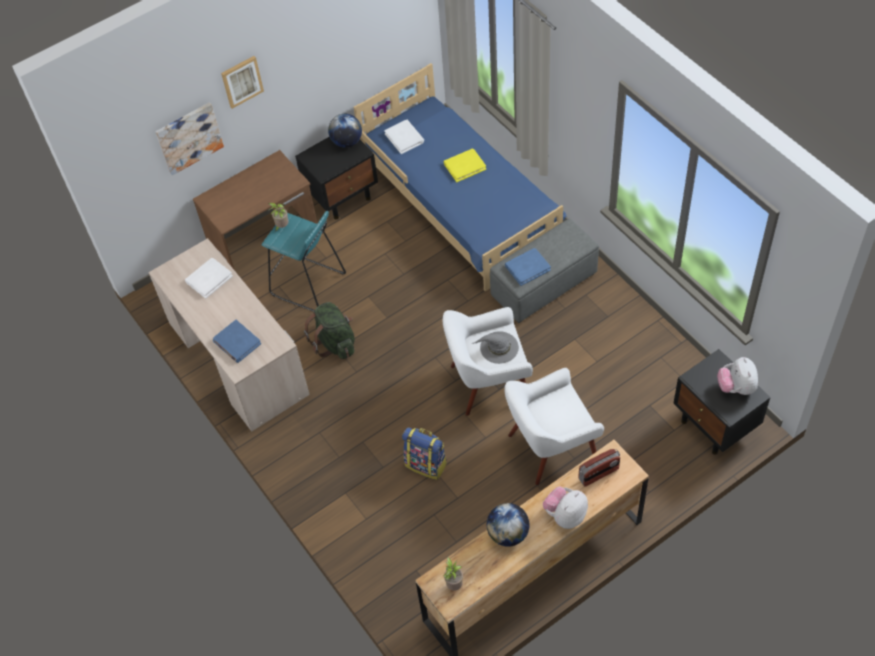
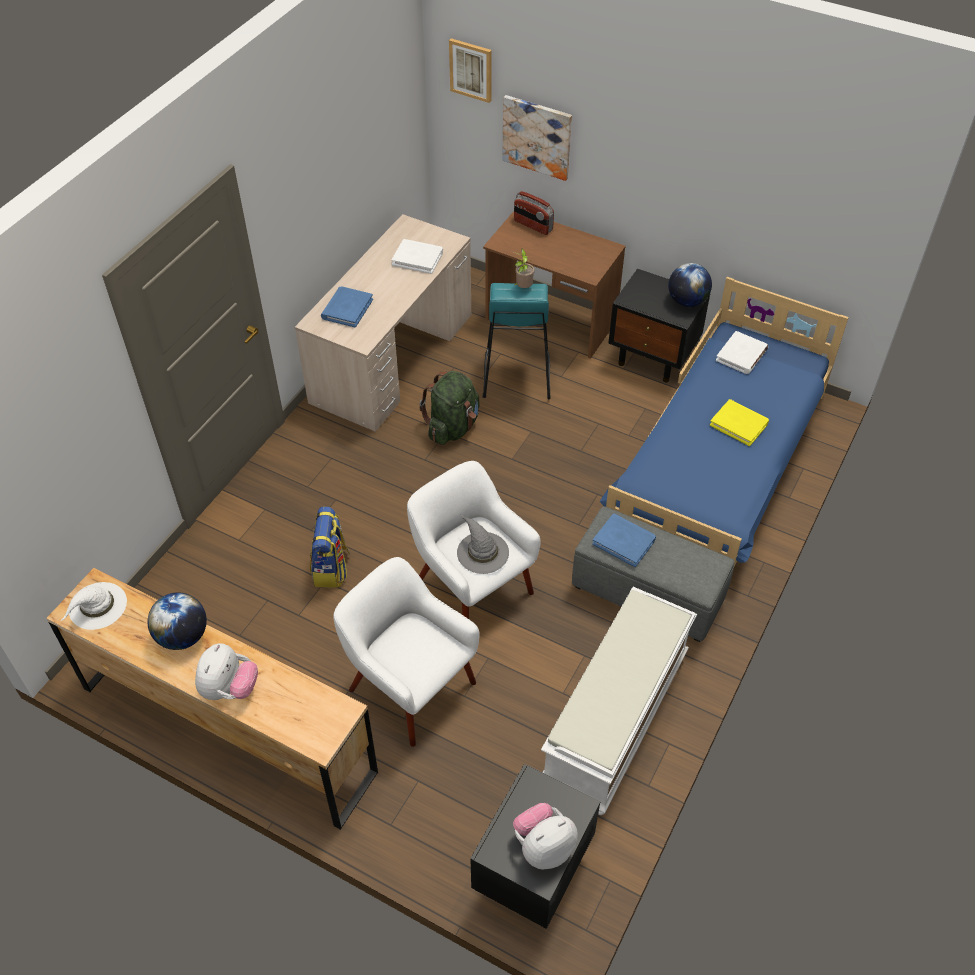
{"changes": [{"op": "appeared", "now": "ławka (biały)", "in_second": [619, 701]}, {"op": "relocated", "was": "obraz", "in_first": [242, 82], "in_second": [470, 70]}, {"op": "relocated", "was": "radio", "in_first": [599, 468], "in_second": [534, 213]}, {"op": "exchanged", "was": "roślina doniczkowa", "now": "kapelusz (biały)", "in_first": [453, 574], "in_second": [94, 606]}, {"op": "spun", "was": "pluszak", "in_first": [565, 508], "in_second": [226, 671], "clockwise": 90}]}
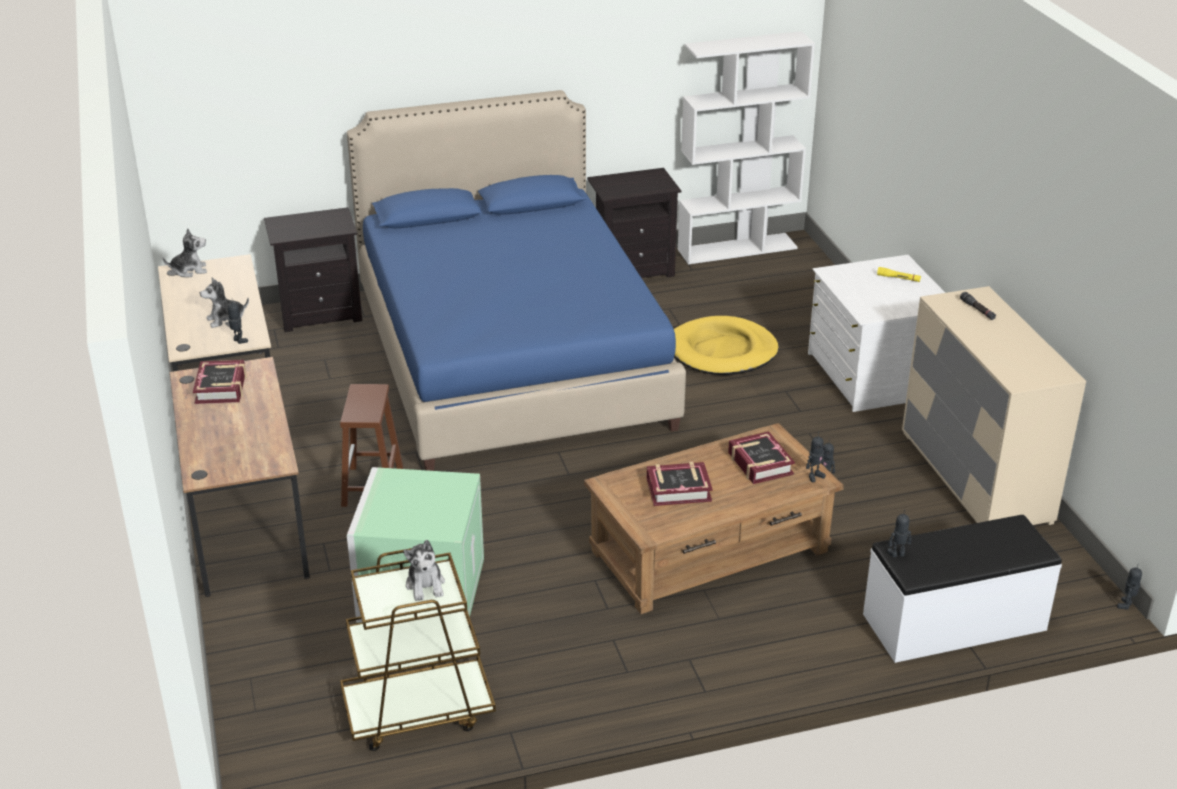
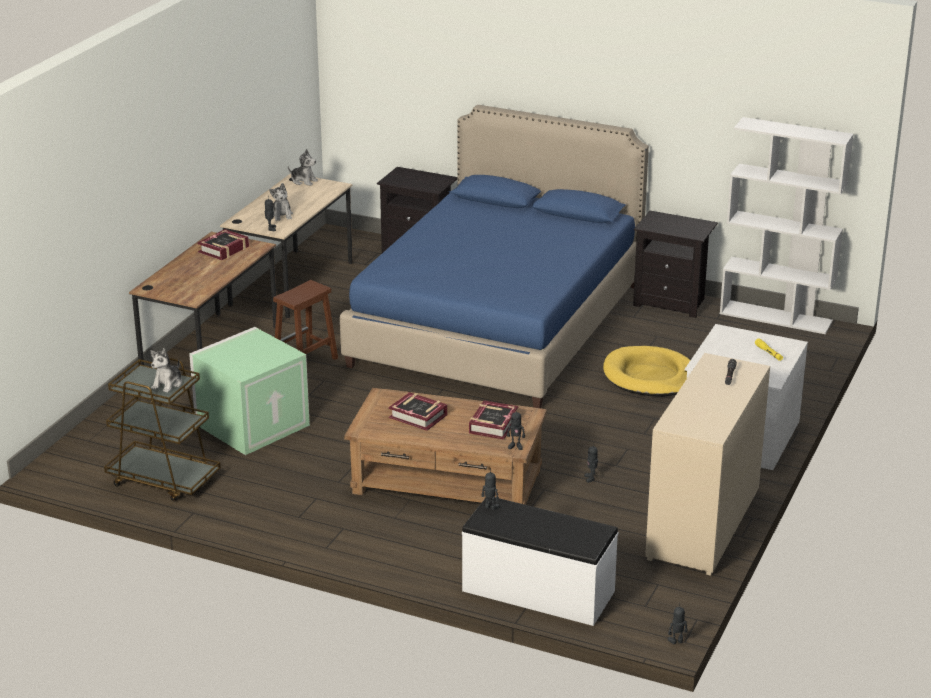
{"changes": [{"op": "spun", "was": "pluszak", "in_first": [224, 302], "in_second": [281, 202], "clockwise": -120}]}
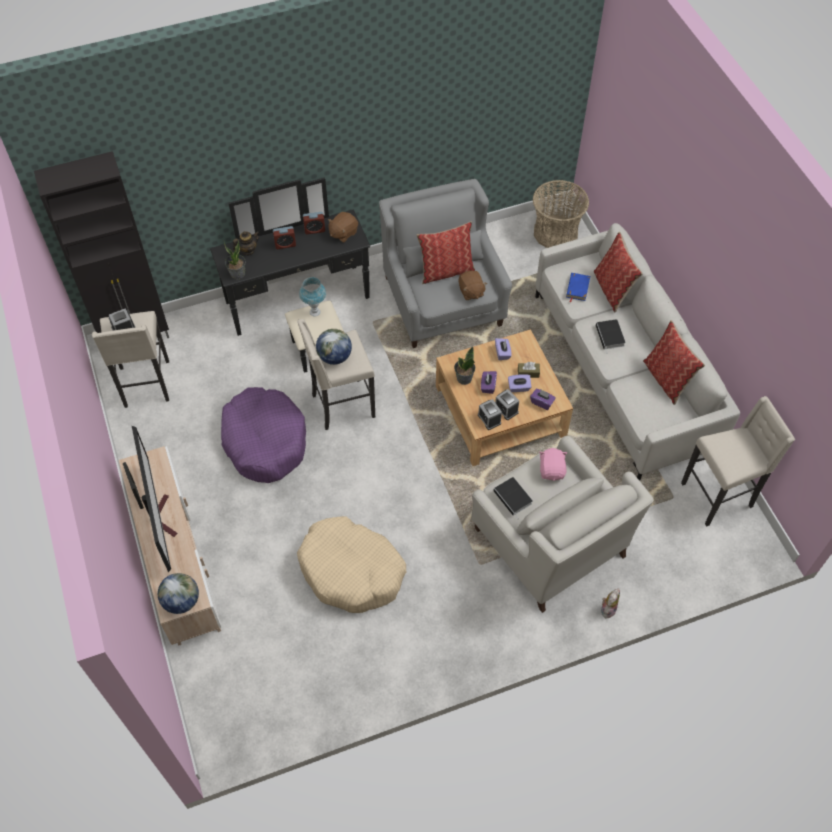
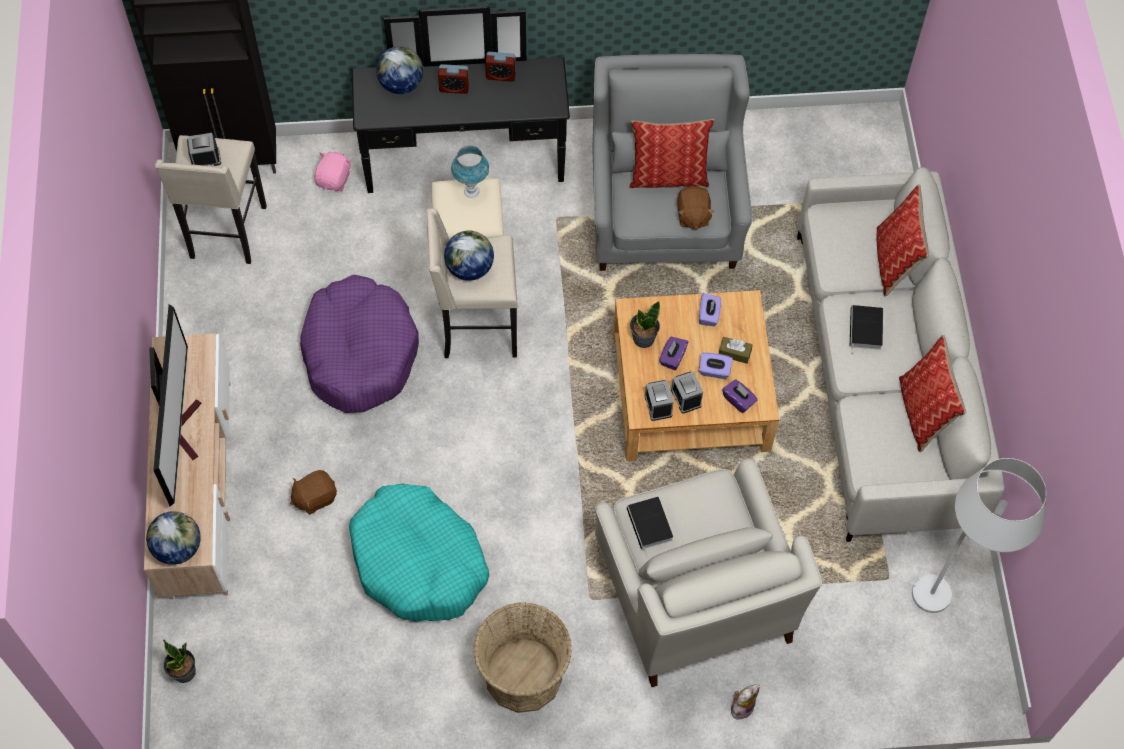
{"changes": [{"op": "missing", "was": "książka (niebieski)", "in_first": [578, 288]}, {"op": "relocated", "was": "roślina doniczkowa", "in_first": [235, 259], "in_second": [179, 661]}, {"op": "relocated", "was": "pluszak (brązowy)", "in_first": [343, 227], "in_second": [313, 492]}, {"op": "relocated", "was": "koszyk", "in_first": [561, 214], "in_second": [522, 657]}, {"op": "relocated", "was": "pluszak (różowy)", "in_first": [553, 464], "in_second": [333, 171]}, {"op": "exchanged", "was": "imbryk", "now": "globus", "in_first": [246, 243], "in_second": [399, 70]}, {"op": "exchanged", "was": "stołek (beżowy)", "now": "lampa stojąca (biały)", "in_first": [738, 461], "in_second": [979, 535]}, {"op": "colour", "was": "legowisko (beżowy)", "now": "legowisko (turkusowy)", "in_first": [351, 564], "in_second": [419, 553]}]}
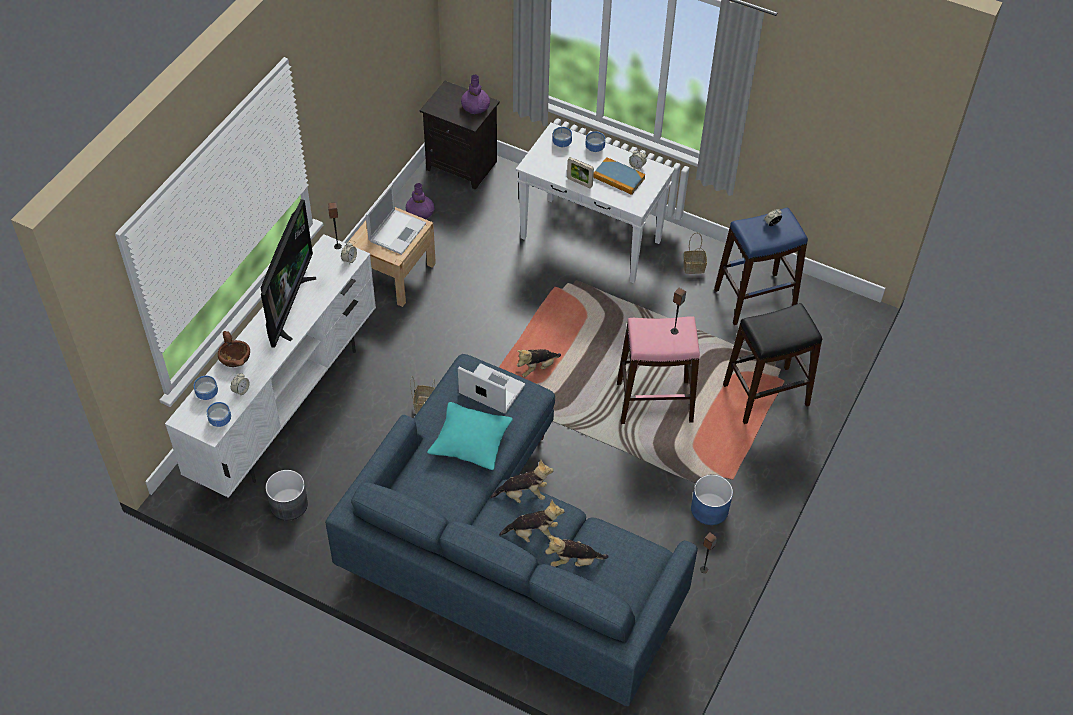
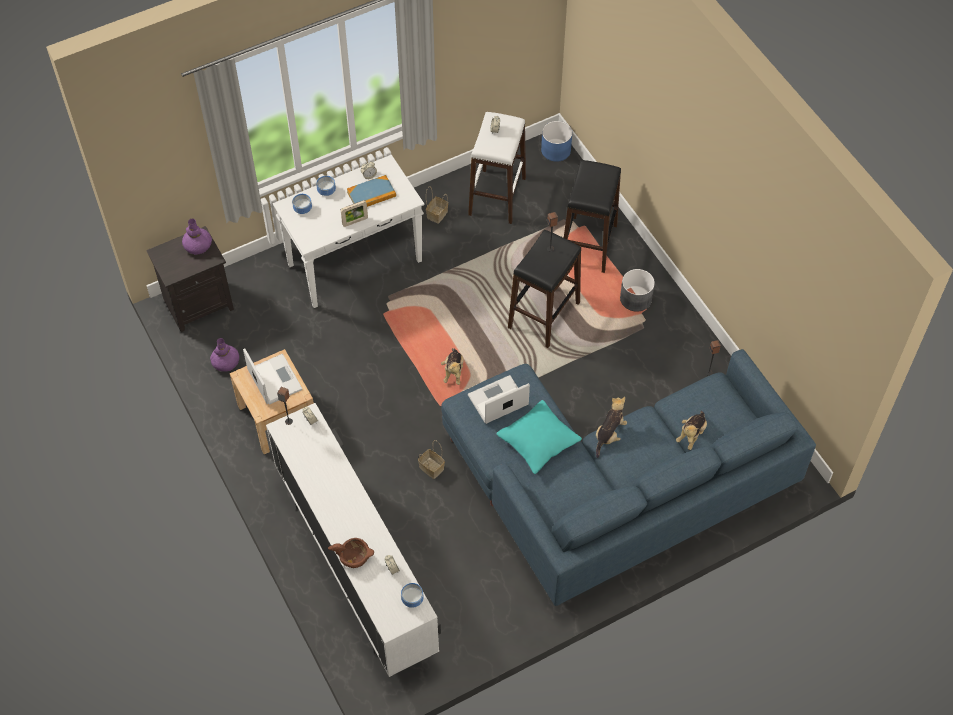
{"changes": [{"op": "missing", "was": "miska", "in_first": [206, 388]}, {"op": "missing", "was": "telewizor", "in_first": [288, 273]}, {"op": "missing", "was": "pluszak", "in_first": [531, 521]}, {"op": "relocated", "was": "donica (szary)", "in_first": [286, 495], "in_second": [637, 290]}, {"op": "relocated", "was": "donica (niebieski)", "in_first": [712, 500], "in_second": [556, 141]}, {"op": "colour", "was": "stołek (różowy)", "now": "stołek (czarny)", "in_first": [658, 370], "in_second": [544, 289]}, {"op": "colour", "was": "stołek (niebieski)", "now": "stołek (biały)", "in_first": [761, 266], "in_second": [497, 168]}]}
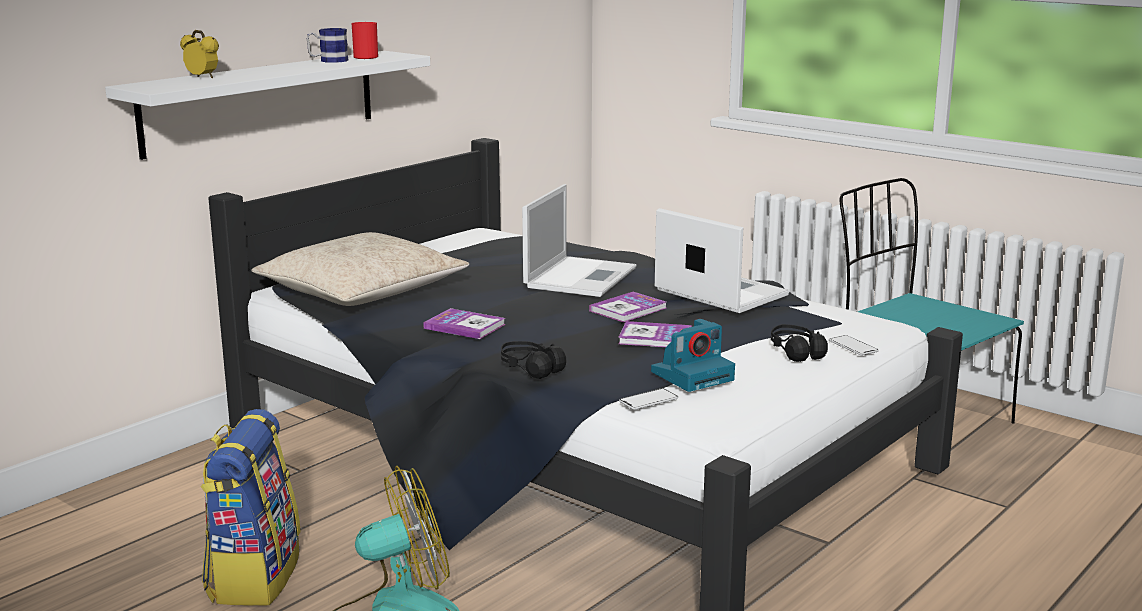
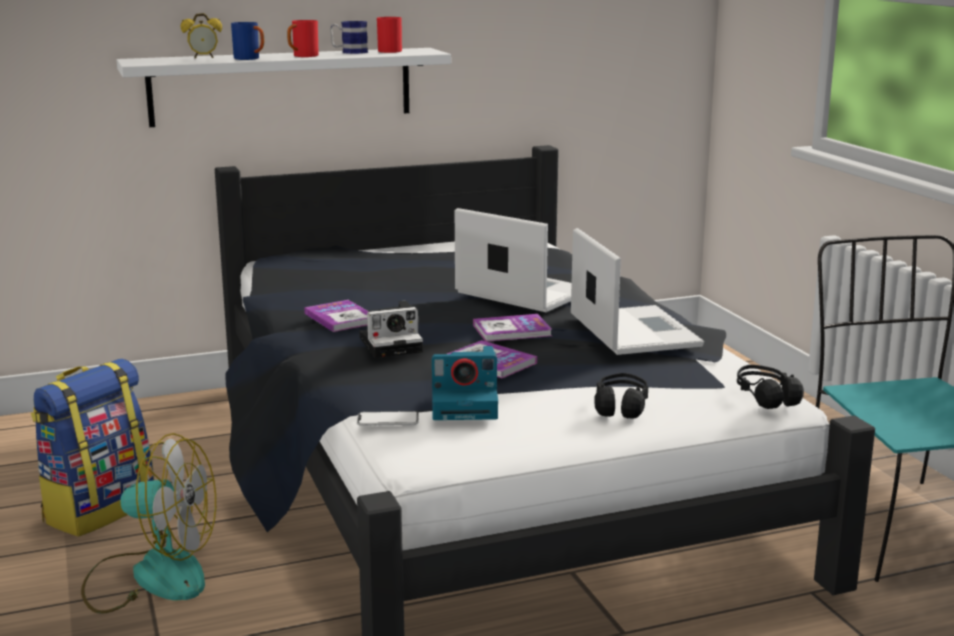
{"changes": [{"op": "missing", "was": "poduszka (beżowy)", "in_first": [361, 269]}, {"op": "missing", "was": "telefon", "in_first": [854, 345]}, {"op": "appeared", "now": "kubek (niebieski)", "in_second": [247, 41]}, {"op": "appeared", "now": "kubek (czerwony)", "in_second": [303, 38]}, {"op": "appeared", "now": "aparat fotograficzny", "in_second": [391, 329]}, {"op": "relocated", "was": "słuchawki (czarny)", "in_first": [533, 360], "in_second": [770, 387]}, {"op": "spun", "was": "budzik", "in_first": [199, 54], "in_second": [201, 35], "clockwise": 105}, {"op": "spun", "was": "laptop", "in_first": [579, 240], "in_second": [513, 260], "clockwise": -105}]}
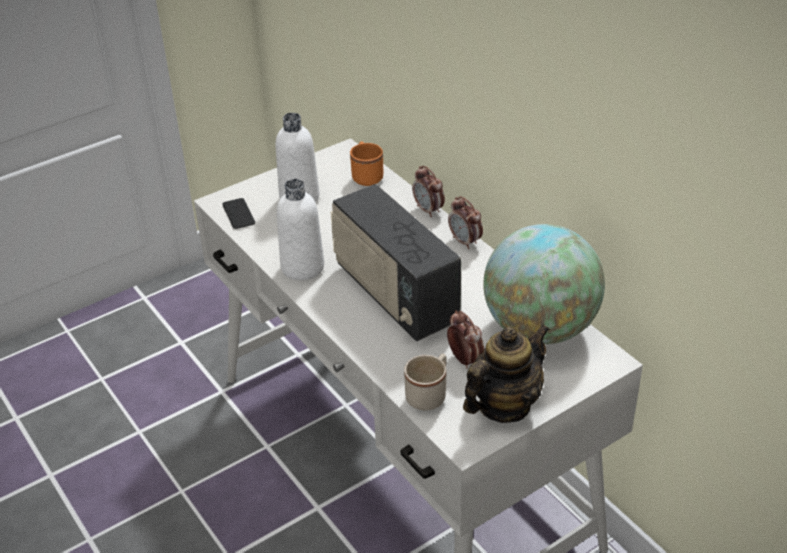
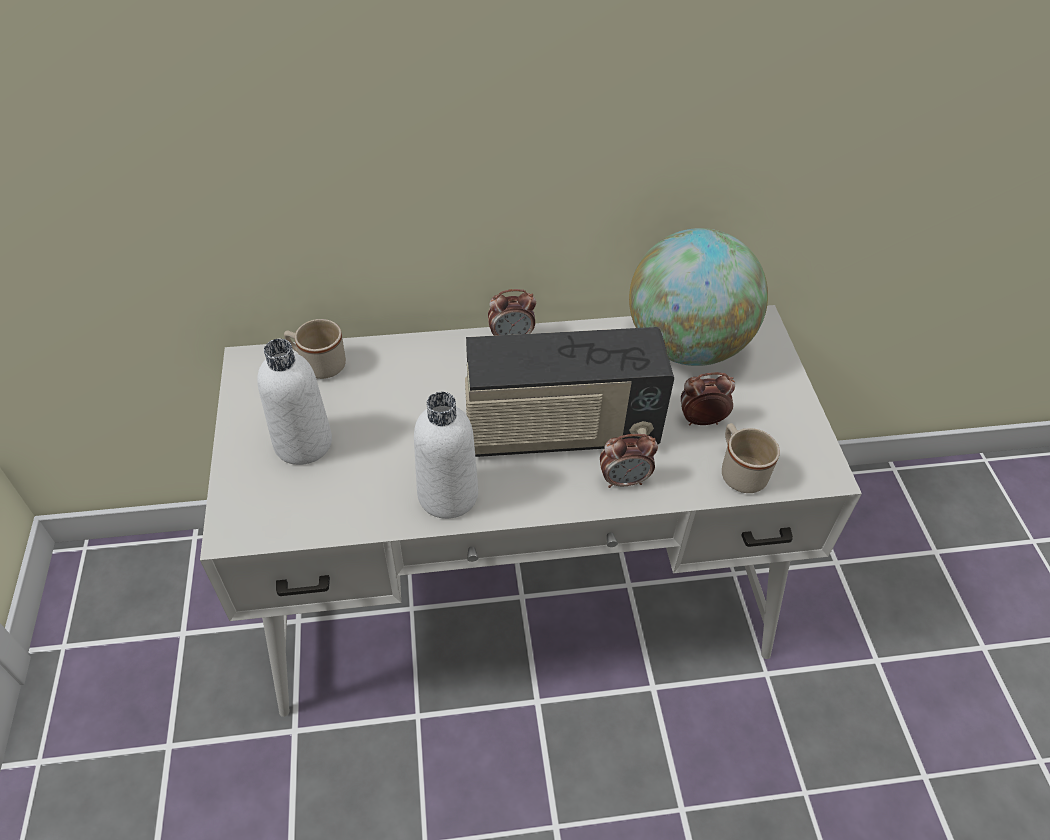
{"changes": [{"op": "missing", "was": "telefon", "in_first": [238, 213]}, {"op": "missing", "was": "imbryk", "in_first": [506, 373]}, {"op": "relocated", "was": "budzik", "in_first": [428, 191], "in_second": [629, 461]}, {"op": "colour", "was": "kubek (pomarańczowy)", "now": "kubek (beżowy)", "in_first": [366, 163], "in_second": [315, 349]}]}
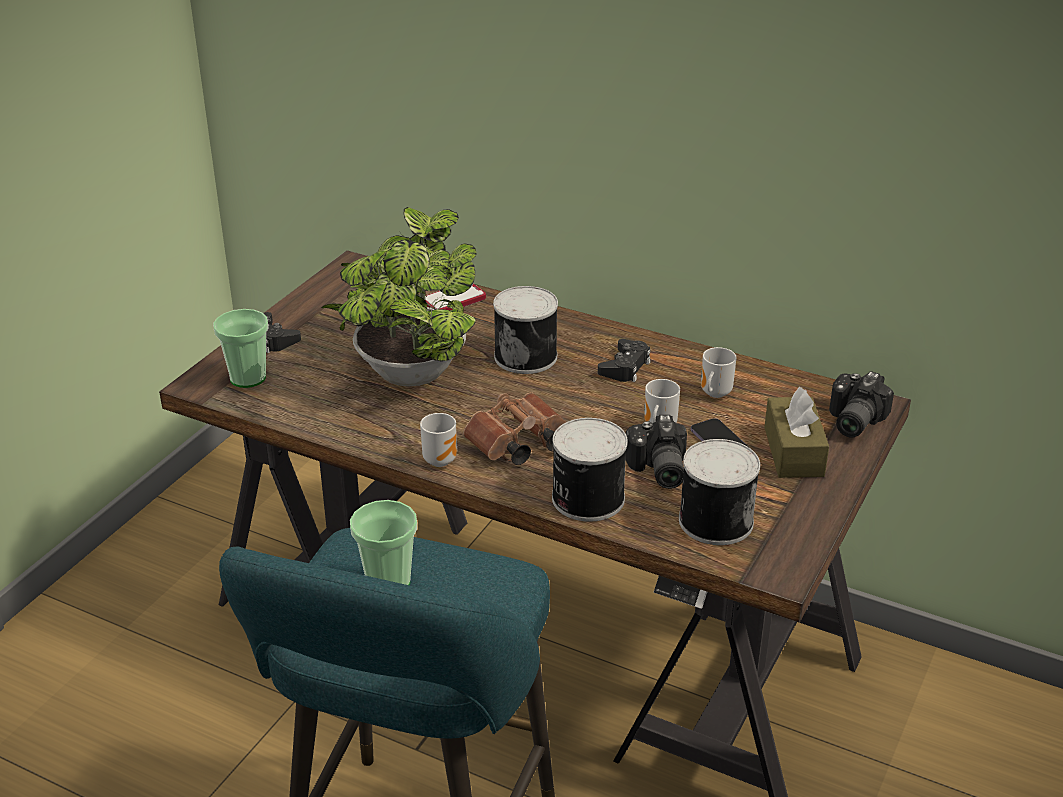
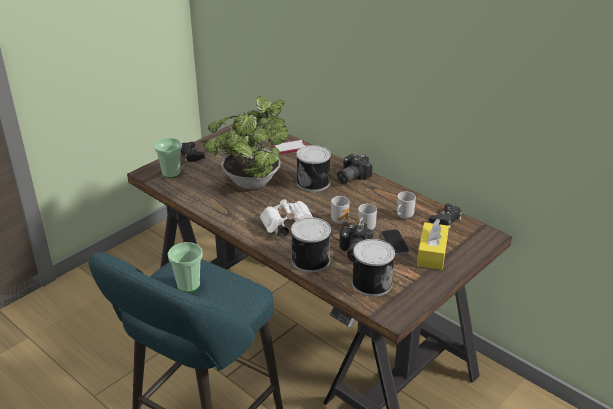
{"changes": [{"op": "relocated", "was": "kubek", "in_first": [438, 440], "in_second": [340, 210]}, {"op": "relocated", "was": "pad do gier (czarny)", "in_first": [624, 360], "in_second": [445, 216]}, {"op": "relocated", "was": "aparat fotograficzny", "in_first": [861, 404], "in_second": [354, 169]}, {"op": "colour", "was": "lornetka (brązowy)", "now": "lornetka (biały)", "in_first": [514, 428], "in_second": [286, 218]}, {"op": "colour", "was": "pudełko chusteczek (brązowy)", "now": "pudełko chusteczek (żółty)", "in_first": [797, 432], "in_second": [433, 244]}]}
